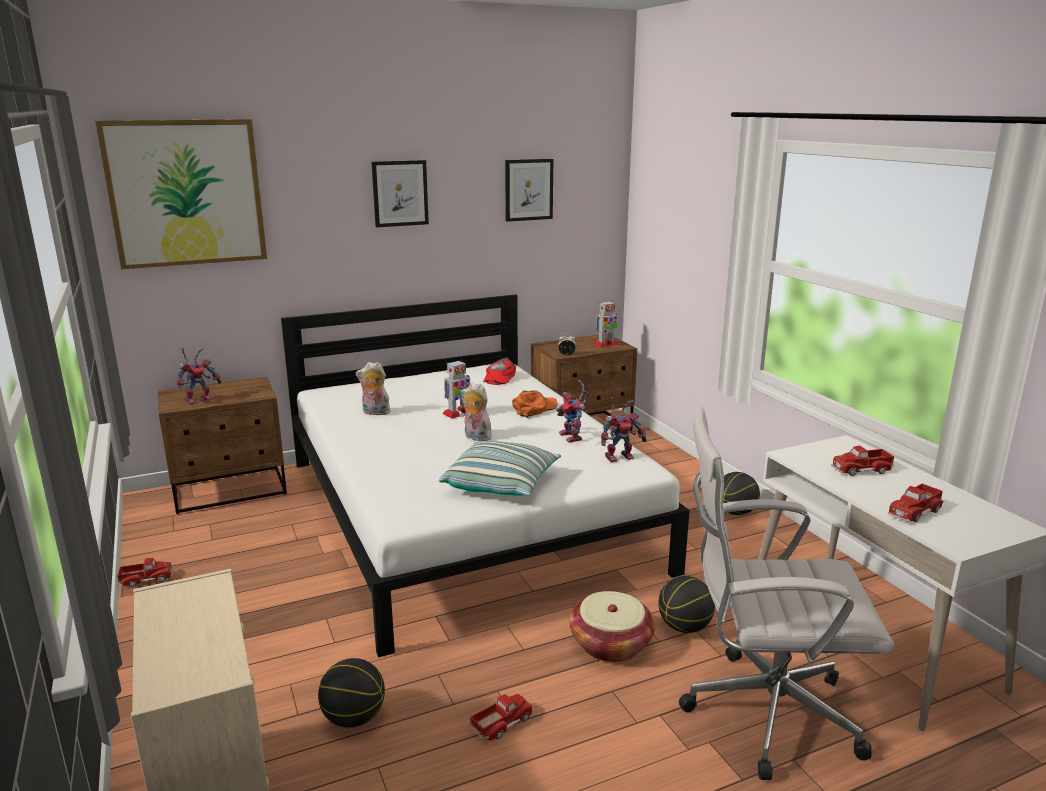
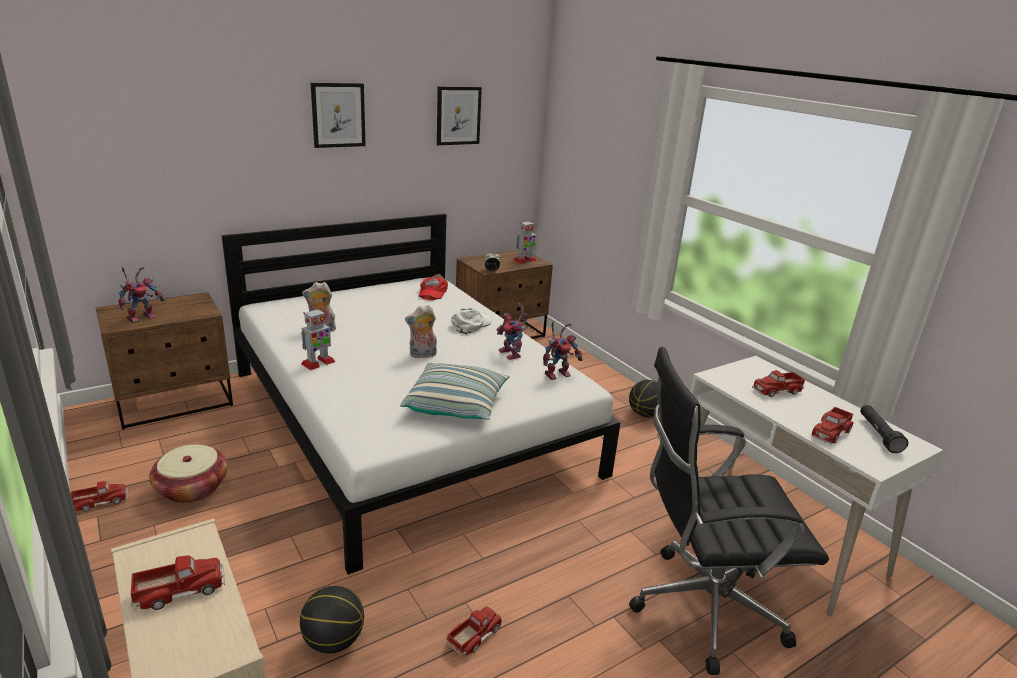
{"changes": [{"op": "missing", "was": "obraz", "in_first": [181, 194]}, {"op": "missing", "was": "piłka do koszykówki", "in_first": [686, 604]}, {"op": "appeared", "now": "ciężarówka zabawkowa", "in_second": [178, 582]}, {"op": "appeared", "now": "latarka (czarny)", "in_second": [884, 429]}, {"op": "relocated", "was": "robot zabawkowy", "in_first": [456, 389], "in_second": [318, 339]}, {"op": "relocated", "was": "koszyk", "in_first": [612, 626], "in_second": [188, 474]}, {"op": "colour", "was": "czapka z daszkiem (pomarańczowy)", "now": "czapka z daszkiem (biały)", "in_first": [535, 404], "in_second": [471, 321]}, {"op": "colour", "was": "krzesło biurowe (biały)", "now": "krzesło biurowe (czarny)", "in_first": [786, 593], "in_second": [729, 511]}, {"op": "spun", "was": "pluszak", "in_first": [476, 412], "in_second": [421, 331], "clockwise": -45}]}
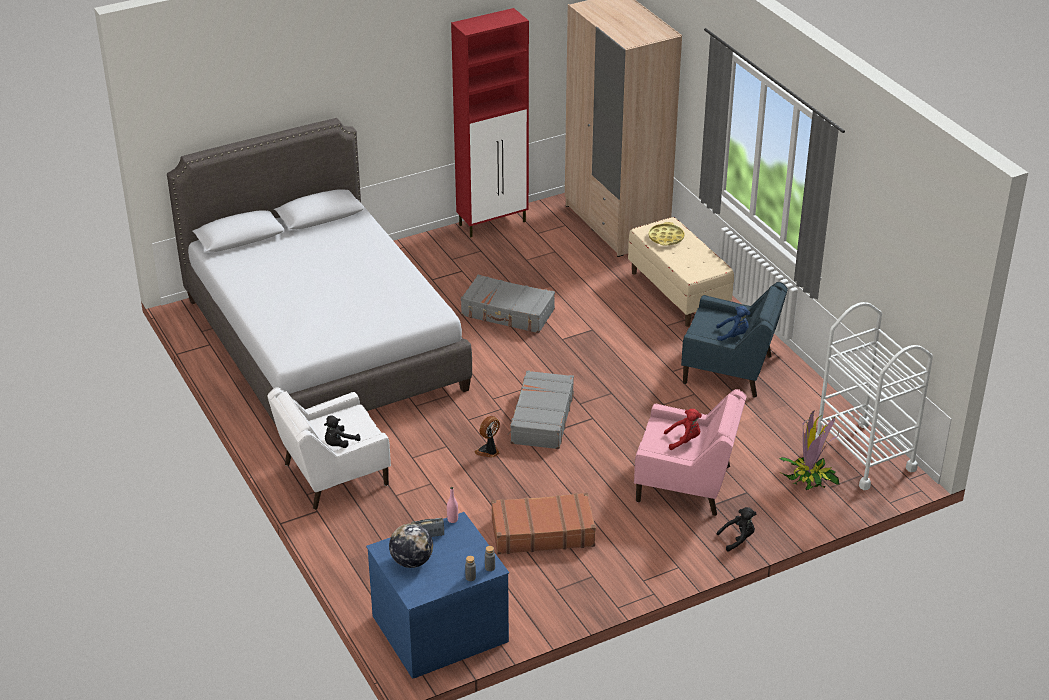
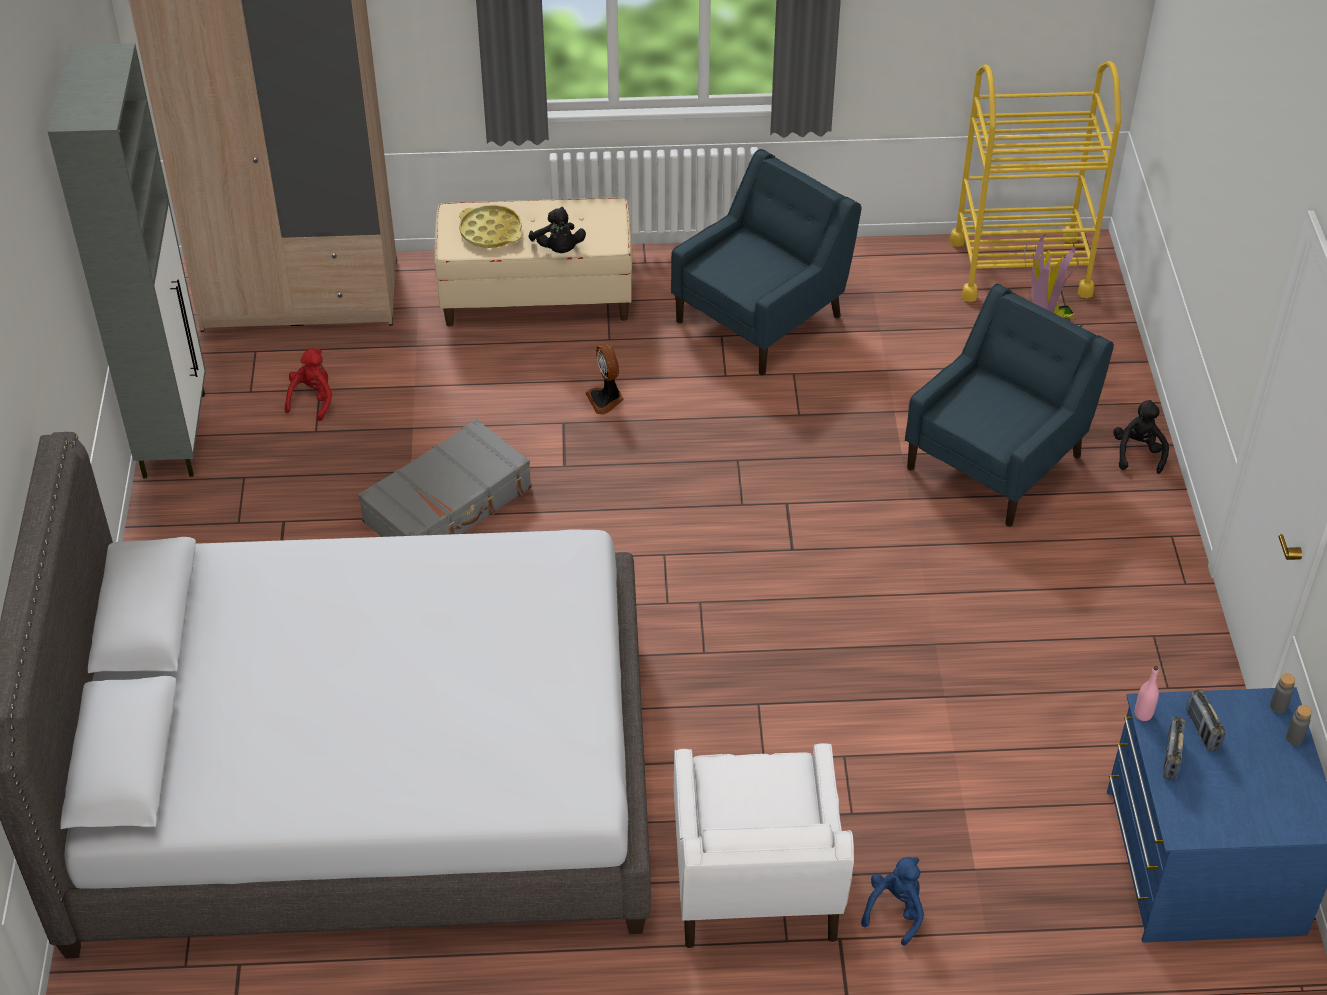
{"changes": [{"op": "missing", "was": "globus", "in_first": [411, 545]}, {"op": "missing", "was": "walizka (brązowy)", "in_first": [543, 523]}, {"op": "missing", "was": "walizka (szary)", "in_first": [541, 409]}, {"op": "appeared", "now": "radio", "in_second": [1206, 720]}, {"op": "relocated", "was": "pluszak (czarny)", "in_first": [342, 431], "in_second": [557, 230]}, {"op": "relocated", "was": "wentylator", "in_first": [487, 437], "in_second": [604, 379]}, {"op": "relocated", "was": "pluszak (czerwony)", "in_first": [683, 429], "in_second": [308, 384]}, {"op": "relocated", "was": "pluszak (niebieski)", "in_first": [733, 323], "in_second": [892, 901]}, {"op": "colour", "was": "szafka (czerwony)", "now": "szafka (szary)", "in_first": [490, 122], "in_second": [127, 260]}, {"op": "colour", "was": "fotel (różowy)", "now": "fotel (niebieski)", "in_first": [690, 452], "in_second": [1009, 405]}, {"op": "colour", "was": "wózek (biały)", "now": "wózek (żółty)", "in_first": [874, 396], "in_second": [1035, 181]}]}
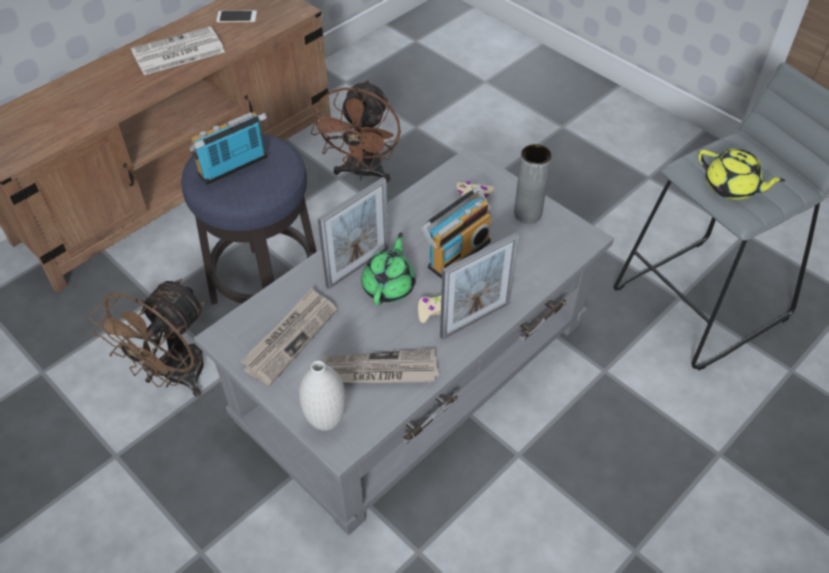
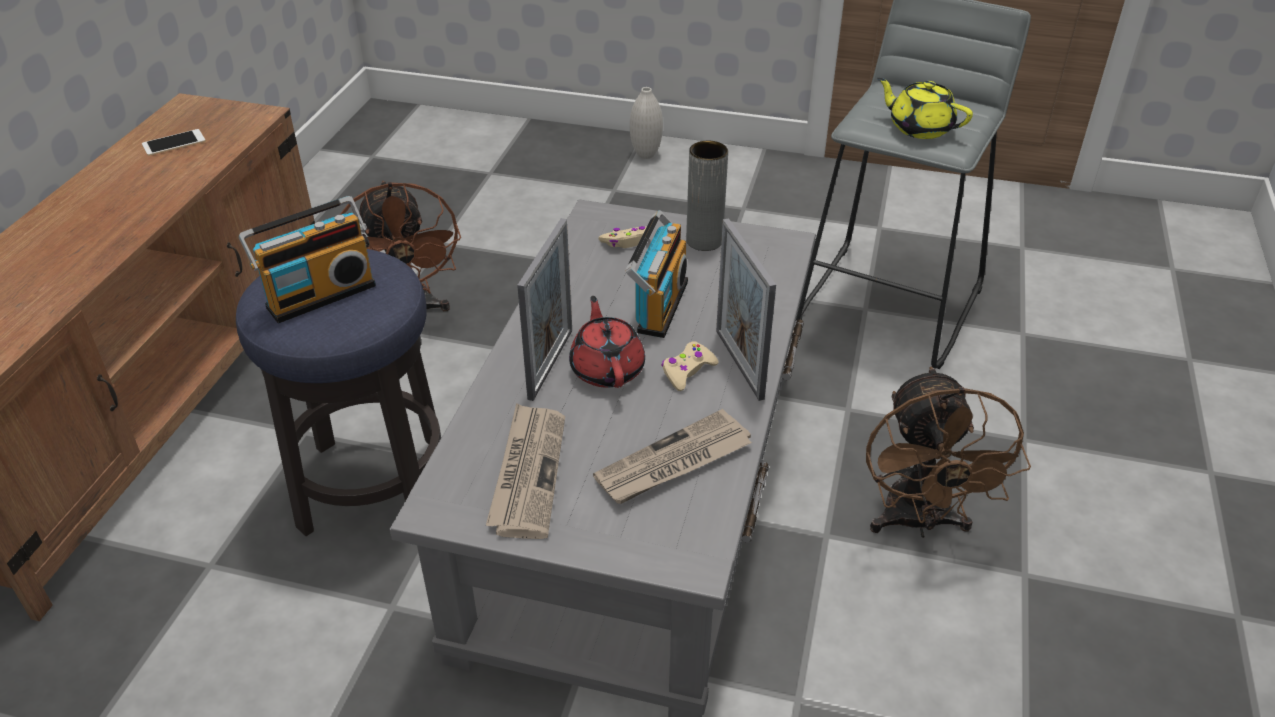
{"changes": [{"op": "missing", "was": "gazeta", "in_first": [178, 50]}, {"op": "relocated", "was": "wentylator (brązowy)", "in_first": [147, 338], "in_second": [948, 452]}, {"op": "relocated", "was": "wazon (biały)", "in_first": [322, 396], "in_second": [646, 123]}, {"op": "colour", "was": "imbryk (zielony)", "now": "imbryk (czerwony)", "in_first": [388, 268], "in_second": [607, 342]}, {"op": "spun", "was": "radio", "in_first": [228, 148], "in_second": [307, 259], "clockwise": -150}, {"op": "spun", "was": "ramka na zdjęcie", "in_first": [479, 286], "in_second": [746, 309], "clockwise": 135}, {"op": "spun", "was": "imbryk (żółty)", "in_first": [741, 174], "in_second": [925, 108], "clockwise": -150}]}
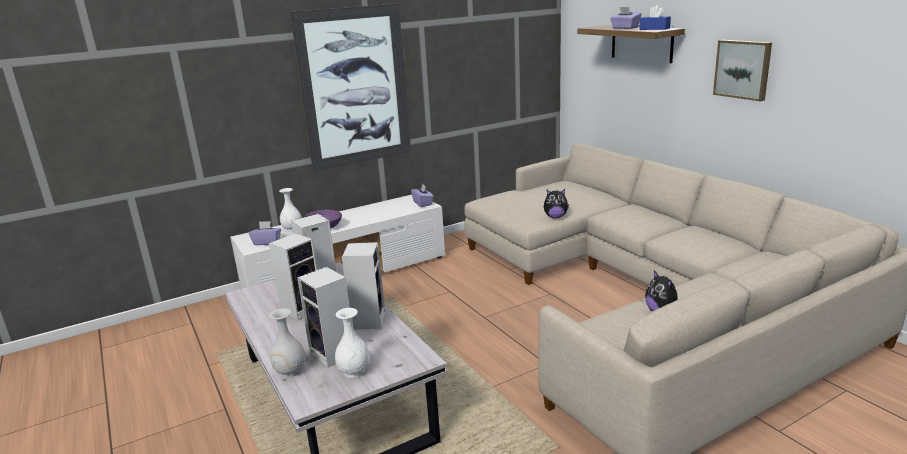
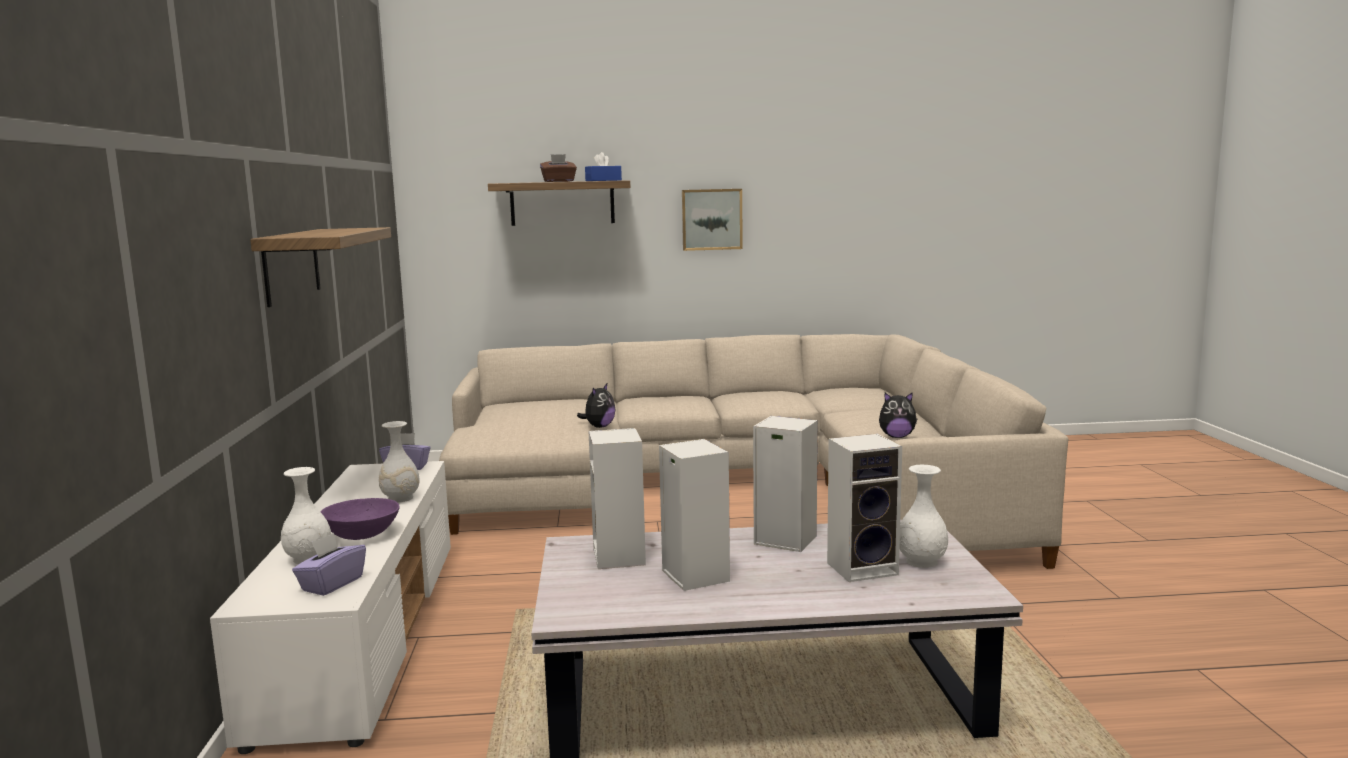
{"changes": [{"op": "relocated", "was": "wazon (biały)", "in_first": [287, 343], "in_second": [399, 461]}, {"op": "exchanged", "was": "obraz", "now": "półka", "in_first": [350, 87], "in_second": [320, 267]}, {"op": "colour", "was": "pudełko chusteczek (fioletowy)", "now": "pudełko chusteczek (brązowy)", "in_first": [626, 18], "in_second": [558, 168]}]}
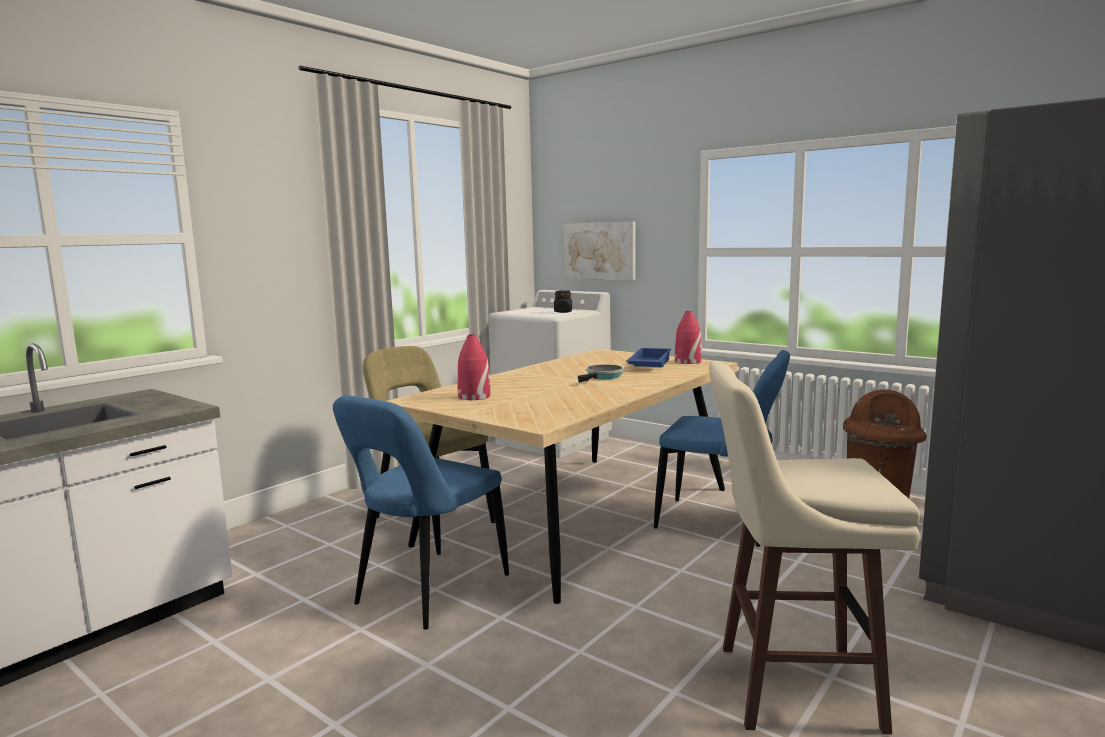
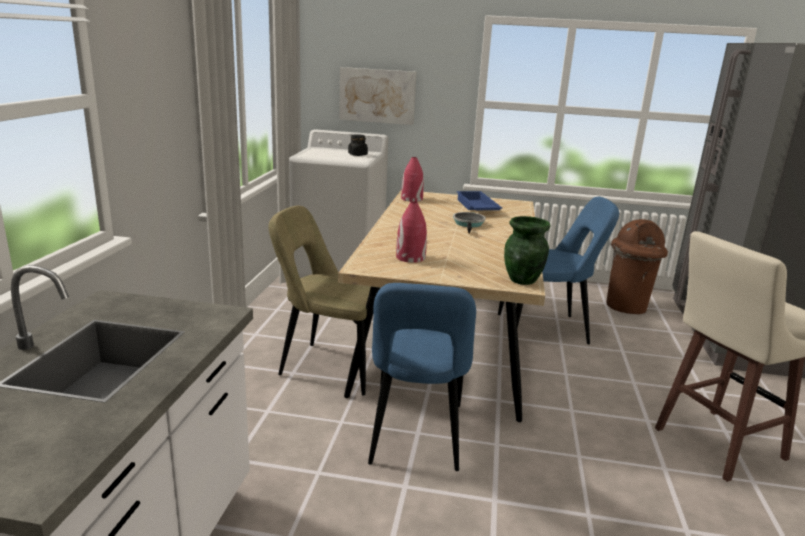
{"changes": [{"op": "appeared", "now": "wazon (zielony)", "in_second": [527, 250]}, {"op": "relocated", "was": "wazon (czerwony)", "in_first": [688, 337], "in_second": [412, 179]}]}
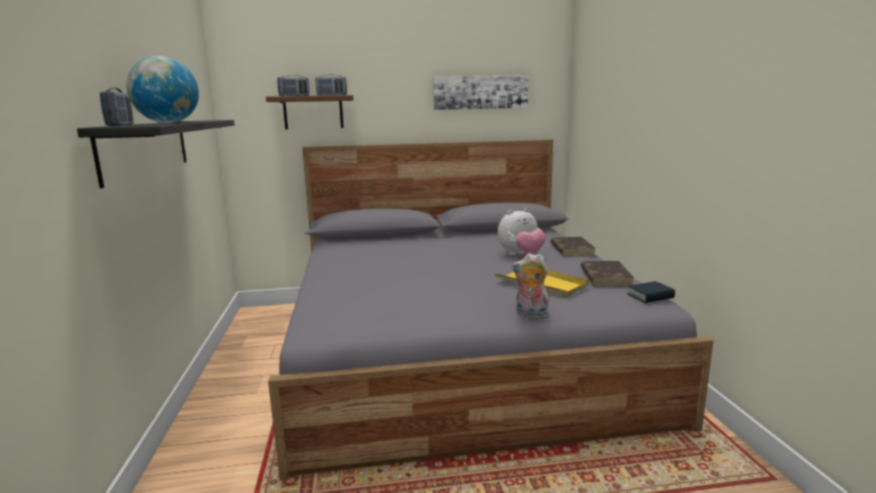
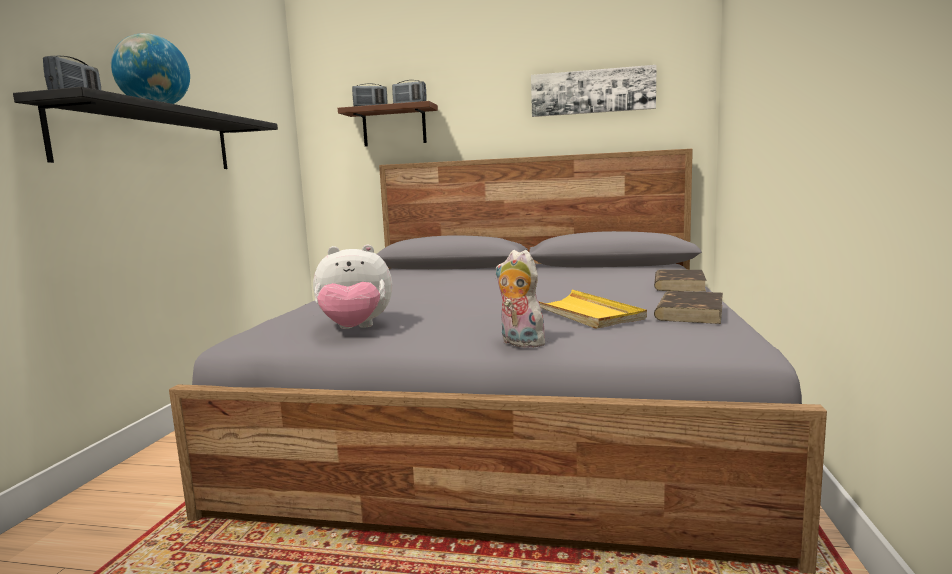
{"changes": [{"op": "missing", "was": "książka", "in_first": [651, 292]}, {"op": "relocated", "was": "pluszak", "in_first": [521, 231], "in_second": [352, 287]}]}
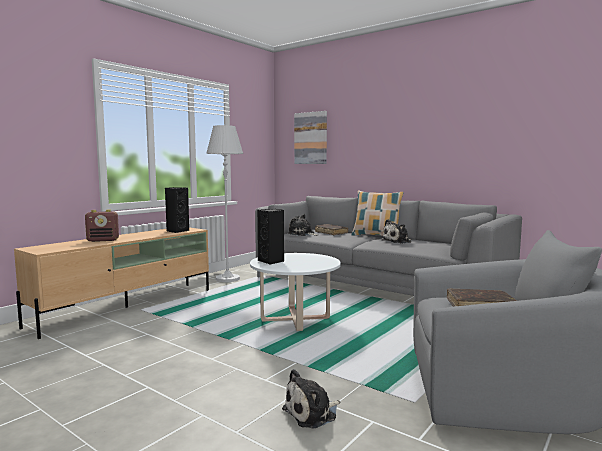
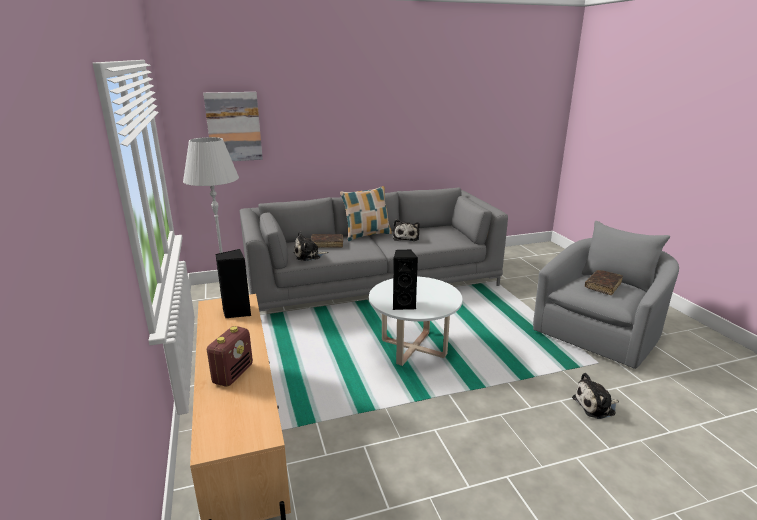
{"changes": [{"op": "spun", "was": "pluszak", "in_first": [311, 399], "in_second": [595, 396], "clockwise": 75}]}
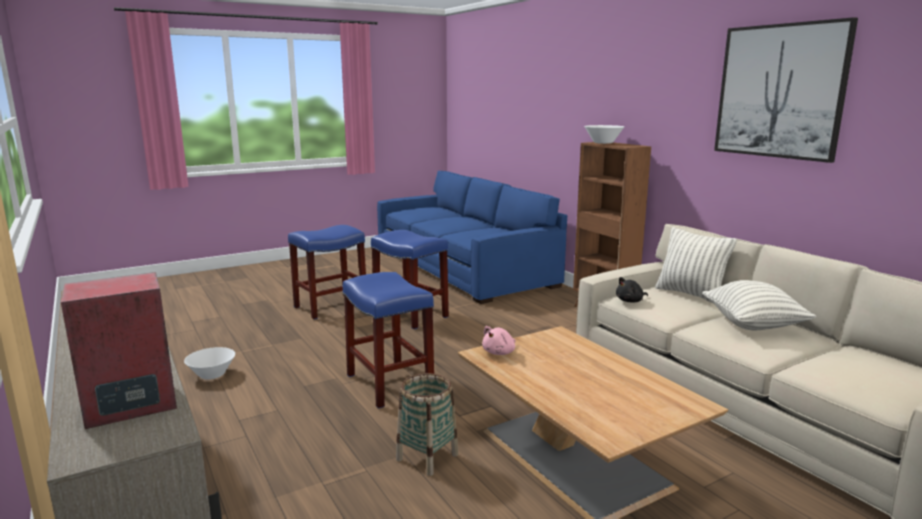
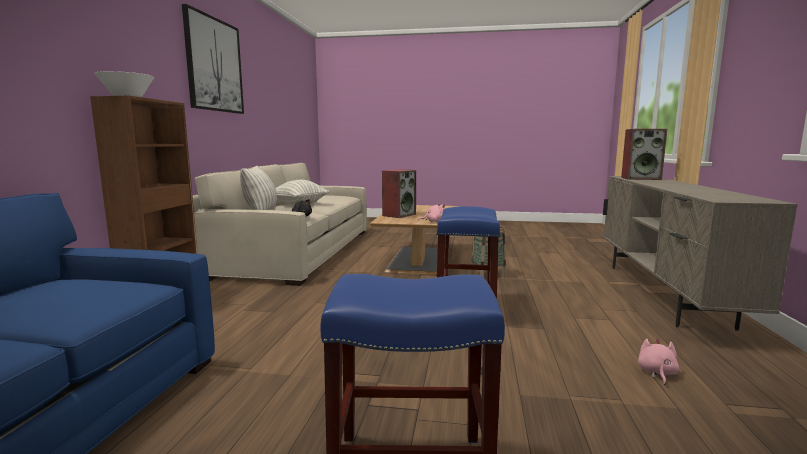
{"changes": [{"op": "missing", "was": "stołek (niebieski)", "in_first": [410, 279]}, {"op": "appeared", "now": "głośnik", "in_second": [399, 193]}, {"op": "exchanged", "was": "miska (biały)", "now": "pluszak (różowy)", "in_first": [209, 363], "in_second": [658, 361]}]}
